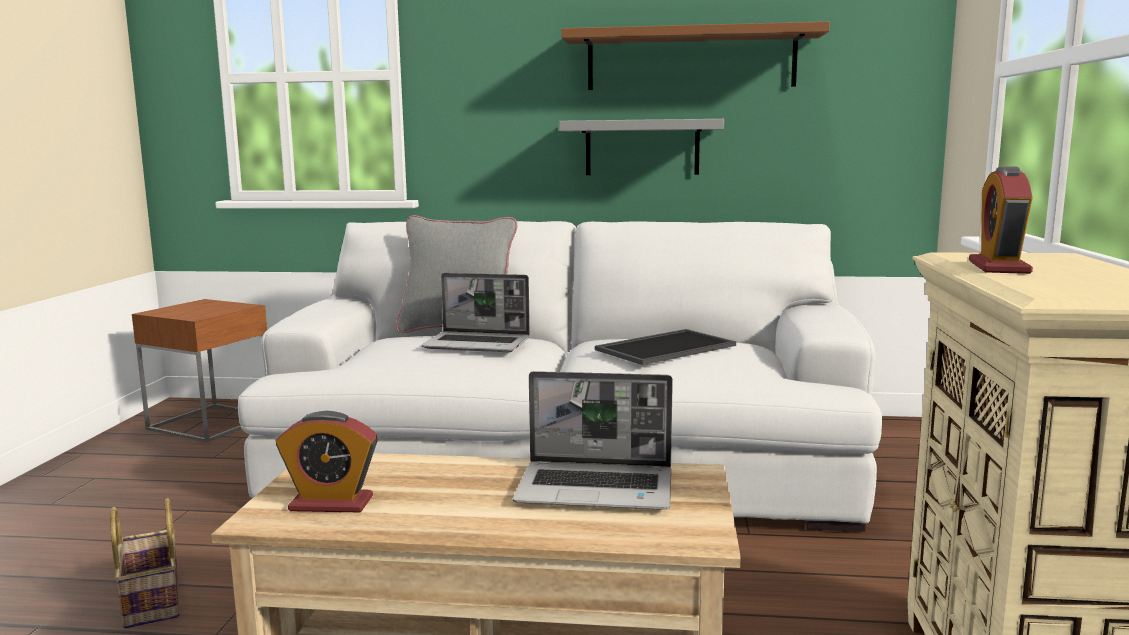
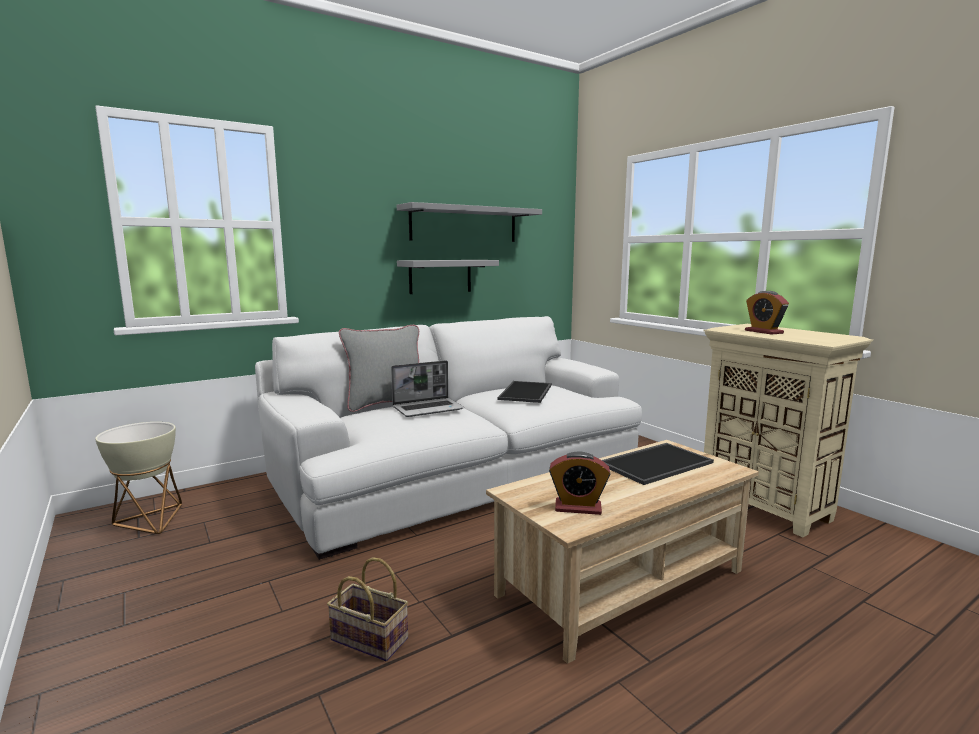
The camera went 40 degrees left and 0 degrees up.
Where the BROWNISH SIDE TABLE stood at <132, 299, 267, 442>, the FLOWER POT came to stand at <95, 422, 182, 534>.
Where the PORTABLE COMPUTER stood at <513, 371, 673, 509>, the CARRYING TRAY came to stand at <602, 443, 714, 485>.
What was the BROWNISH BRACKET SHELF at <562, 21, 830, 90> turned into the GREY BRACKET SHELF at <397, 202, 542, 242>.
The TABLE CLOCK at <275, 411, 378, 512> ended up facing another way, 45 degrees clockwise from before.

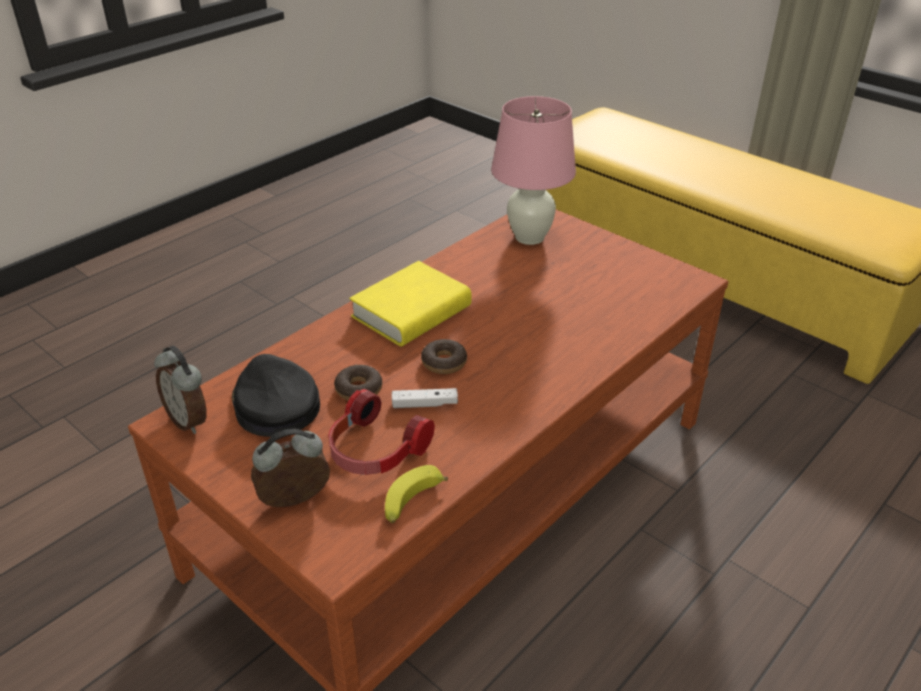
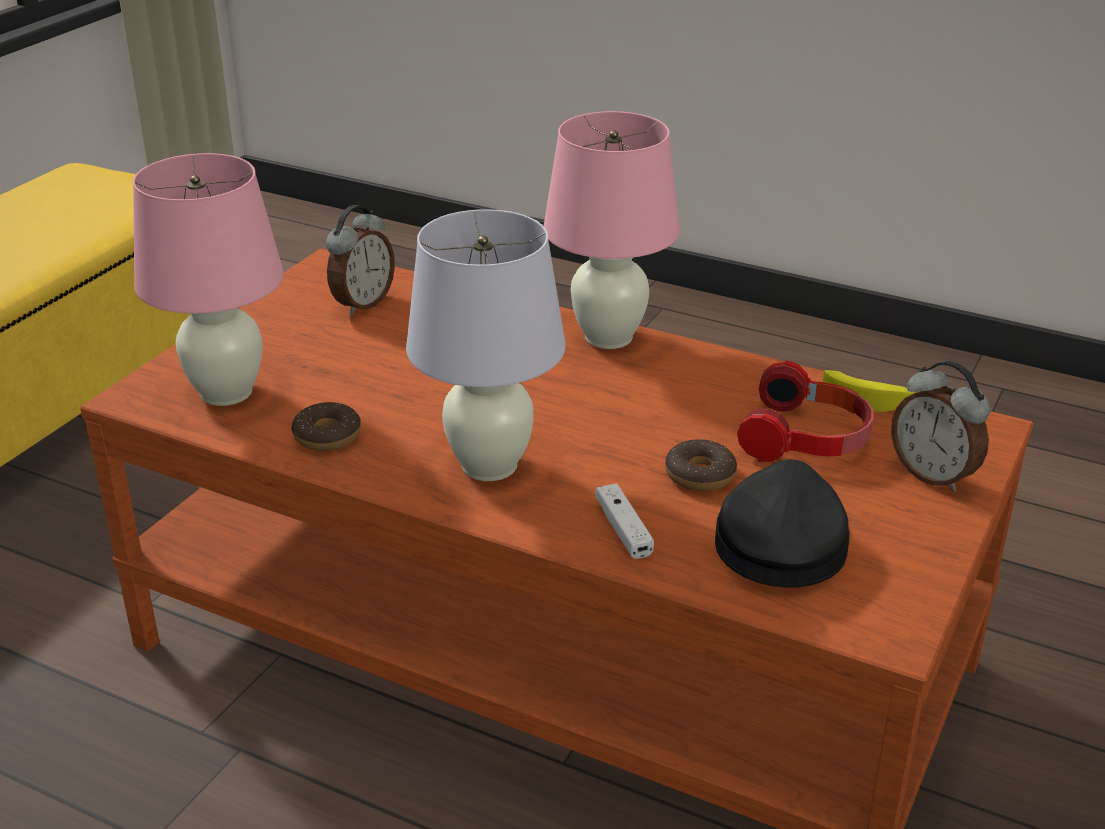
The camera went 105 degrees left and 5 degrees down.
The second view gained the PINK-COLOURED LAMP FOR A TABLE at <544, 111, 680, 349>.
The TABLE CLOCK ended up elsewhere, having gone from <154, 346, 207, 434> to <326, 205, 395, 315>.
The WHITE-COLOURED GAME CONTROLLER ended up elsewhere, having gone from <392, 388, 458, 408> to <595, 483, 654, 559>.
The DOUGHNUT ended up elsewhere, having gone from <421, 339, 467, 374> to <291, 402, 361, 451>.
Where the YELLOWISH BOUND BOOK stood at <349, 261, 472, 346>, the WHITE-COLOURED LAMP FOR A TABLE came to stand at <406, 209, 566, 481>.
The BLACKISH PEAKED CAP at <232, 354, 320, 437> ended up facing another way, 150 degrees clockwise from before.

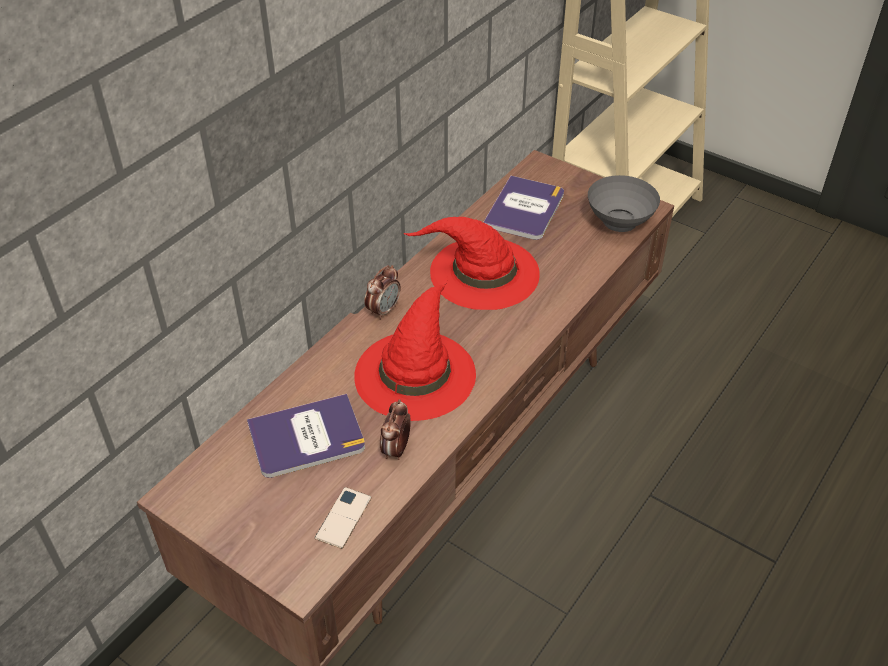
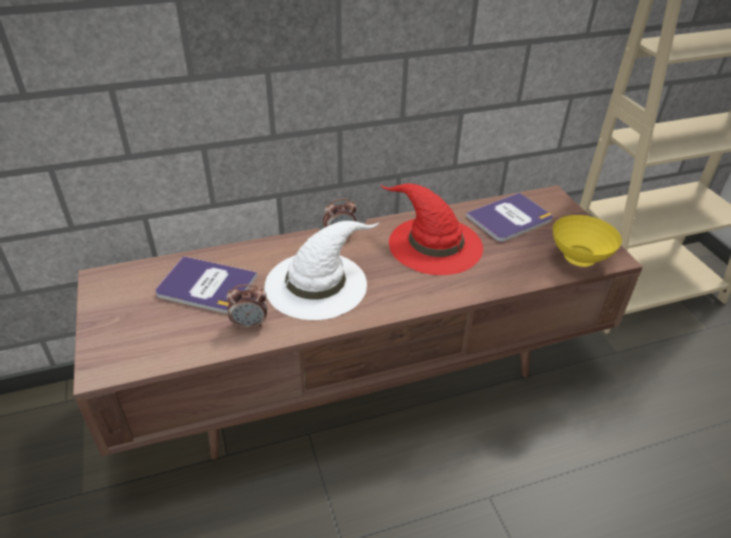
The camera went 35 degrees right and 5 degrees down.
The second view lost the HANDSET at <315, 487, 371, 549>.
What was the REDDISH CLOTHING HAT at <354, 276, 476, 421> turned into the WHITE-COLOURED CLOTHING HAT at <264, 221, 380, 320>.
What was the GREY SERVING BOWL at <588, 175, 660, 232> turned into the YELLOWISH SERVING BOWL at <553, 215, 622, 267>.
The TABLE CLOCK at <380, 399, 411, 460> ended up facing another way, 150 degrees counterclockwise from before.

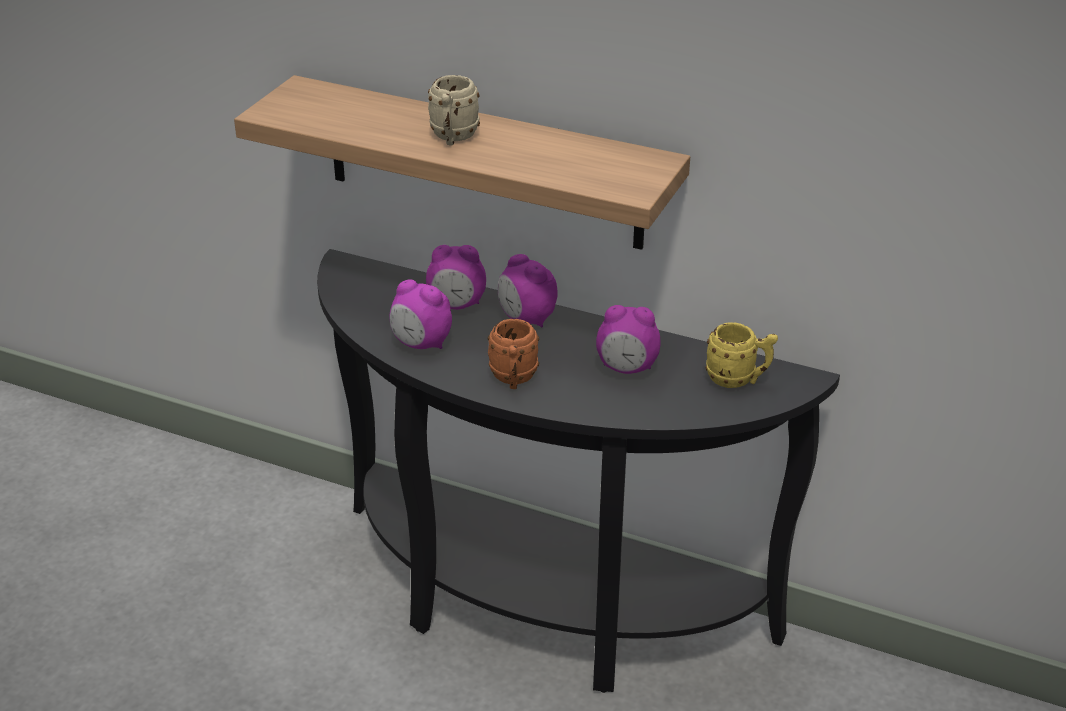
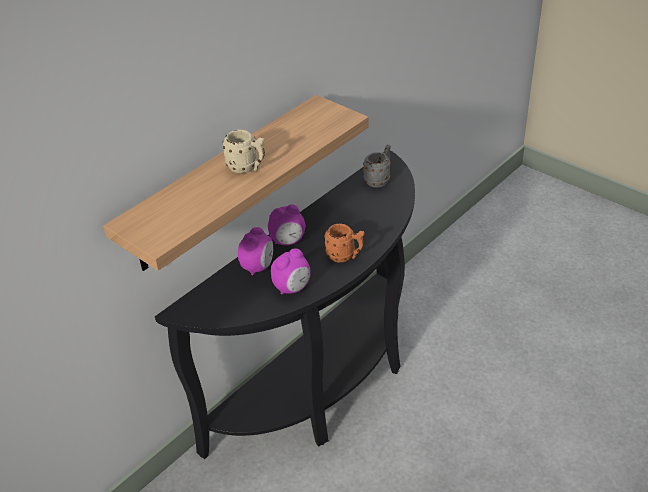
The camera went 70 degrees left and 5 degrees up.
The second view lost the TABLE CLOCK at <596, 305, 661, 374>.
What was the YELLOWISH MUG at <706, 322, 778, 388> turned into the GREY MUG at <363, 145, 391, 188>.

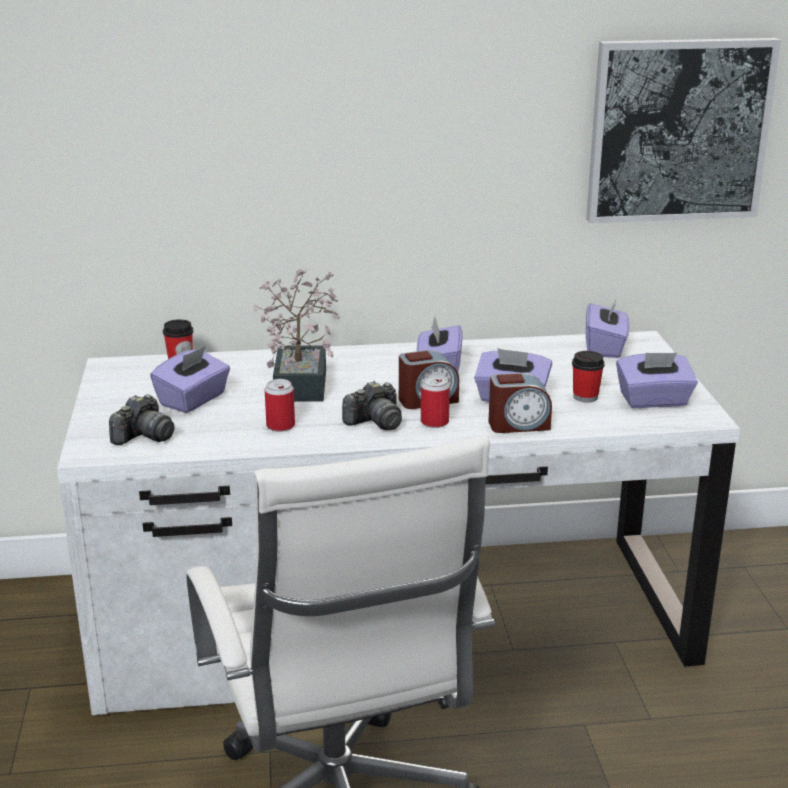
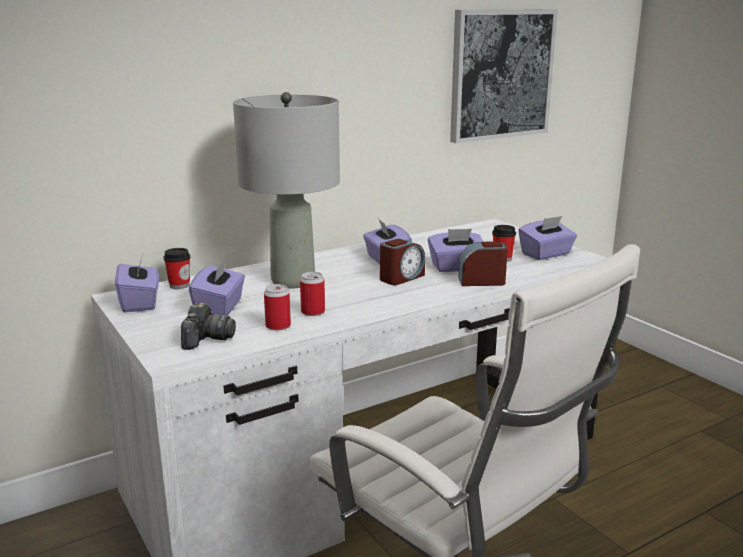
The camera went 25 degrees left and 5 degrees down.
The second view lost the PHOTO CAMERA at <342, 381, 402, 430>.
The METAL CAN ended up elsewhere, having gone from <421, 375, 450, 428> to <264, 284, 291, 331>.
The PURPLE TISSUE BOX ended up elsewhere, having gone from <586, 300, 630, 358> to <115, 255, 159, 312>.
Where the POTTED PLANT stood at <253, 269, 340, 402>, the GREY LAMP FOR A TABLE came to stand at <233, 92, 340, 289>.
The TABLE CLOCK at <489, 373, 552, 433> ended up facing another way, 150 degrees counterclockwise from before.

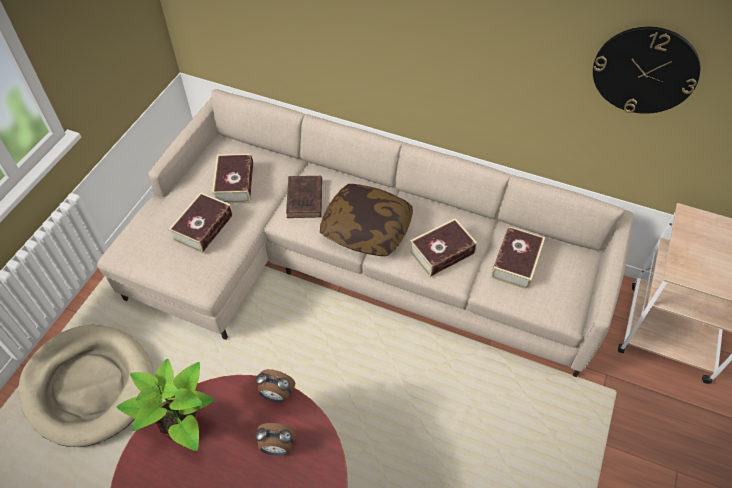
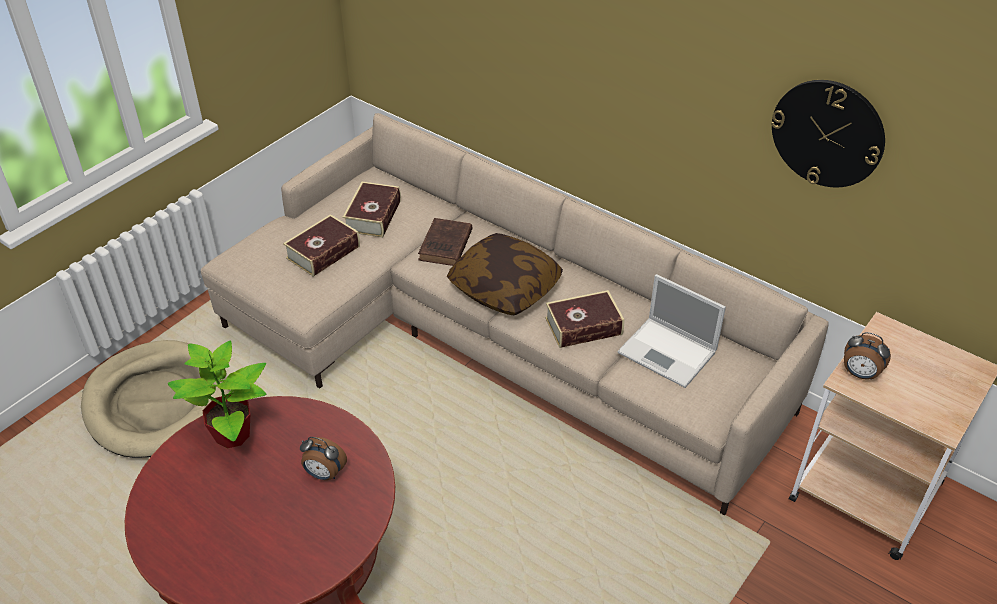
The camera went 15 degrees right and 10 degrees down.
The TABLE CLOCK ended up elsewhere, having gone from <256, 369, 295, 402> to <844, 332, 891, 380>.
Where the BOUND BOOK stood at <491, 226, 545, 290>, the PORTABLE COMPUTER came to stand at <617, 274, 726, 388>.

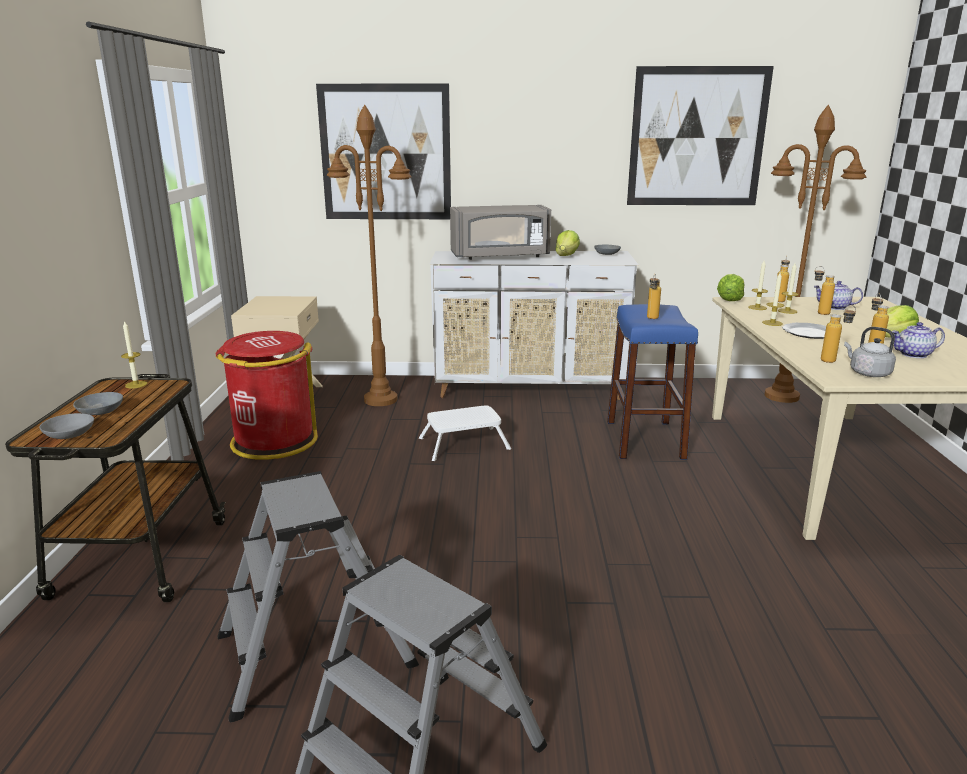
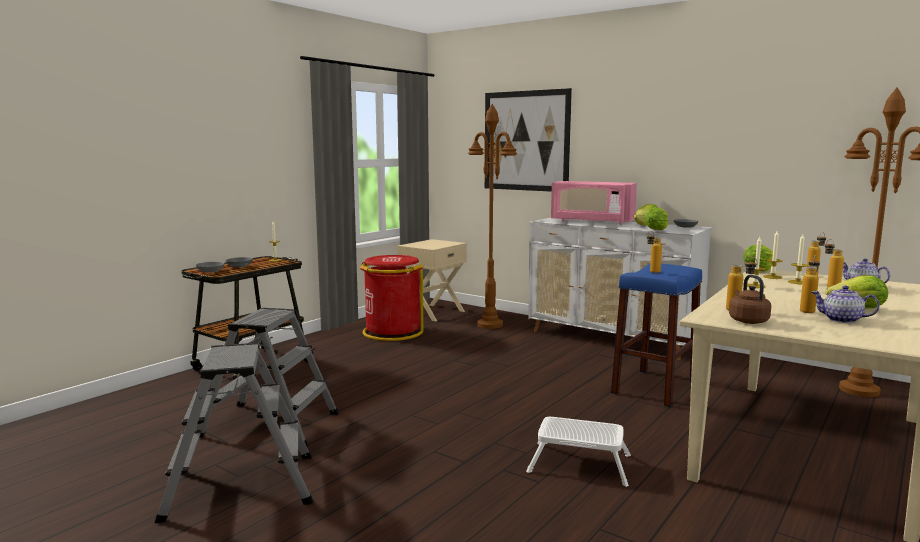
The camera went 35 degrees right and 10 degrees down.
The second view lost the WALL ART at <627, 66, 774, 205>.
The second view lost the FLAT DISH at <782, 323, 826, 339>.
The second view gained the LETTUCE HEAD at <644, 208, 668, 230>.
The WHITE-COLOURED STEP STOOL ended up elsewhere, having gone from <419, 406, 511, 461> to <526, 417, 631, 487>.
What was the GREY MICROWAVE at <450, 205, 551, 260> turned into the PINK-COLOURED MICROWAVE at <551, 181, 637, 225>.
What was the GREY WATER KETTLE at <844, 327, 896, 377> turned into the BROWNISH WATER KETTLE at <729, 274, 771, 324>.

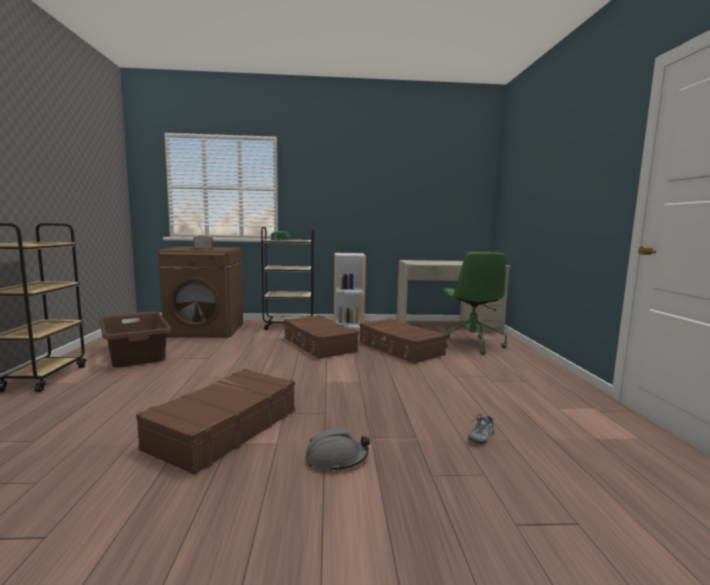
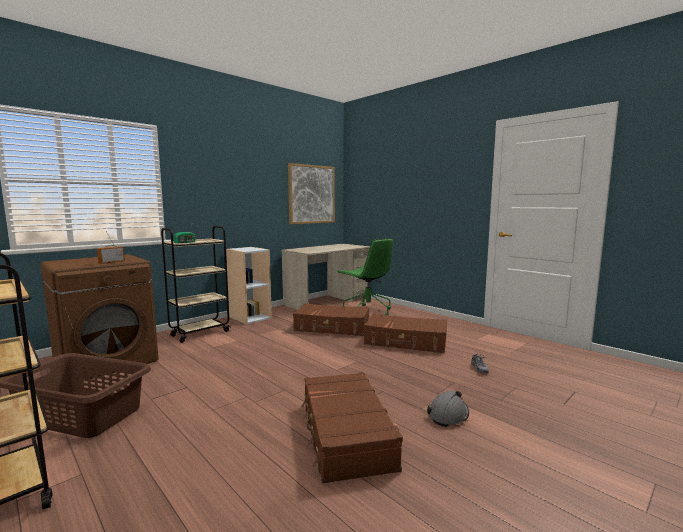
The camera went 40 degrees left and 0 degrees up.
The second view gained the WALL ART at <288, 163, 335, 224>.
The BROWNISH SUITCASE ended up elsewhere, having gone from <284, 315, 359, 359> to <364, 313, 447, 353>.

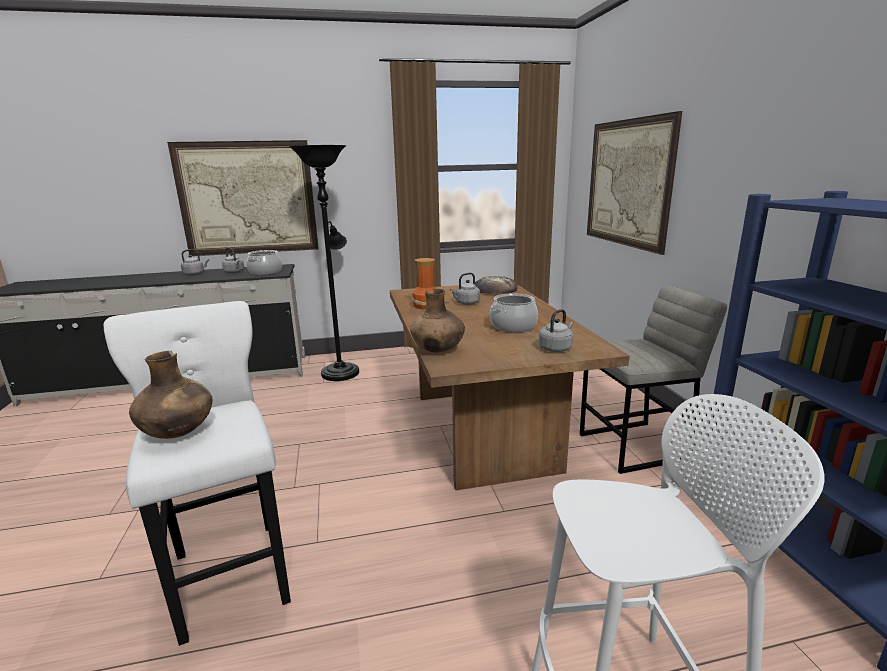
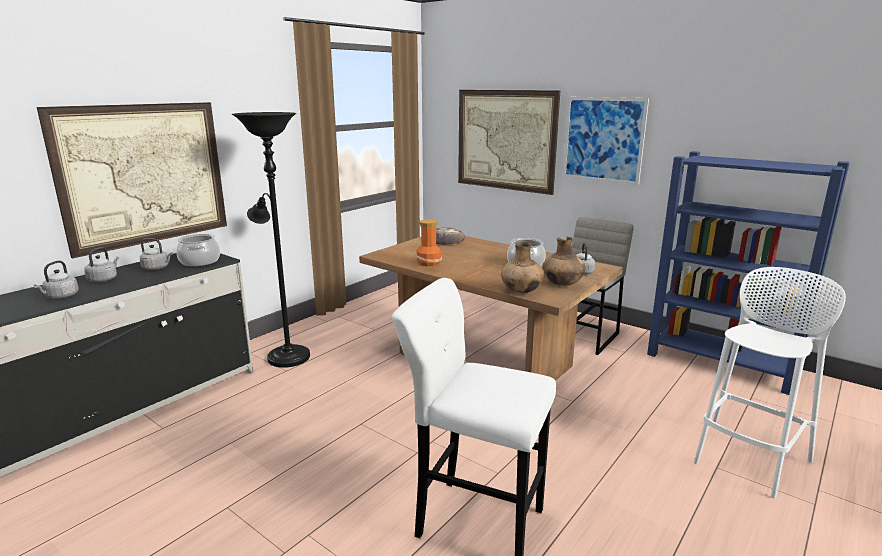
The camera went 40 degrees left and 0 degrees up.
The second view gained the WALL ART at <563, 97, 649, 185>.
The BROWNISH DECORATIVE VASE ended up elsewhere, having gone from <129, 351, 213, 439> to <542, 237, 586, 286>.
The GREY WATER KETTLE ended up elsewhere, having gone from <450, 273, 480, 305> to <34, 261, 79, 299>.

